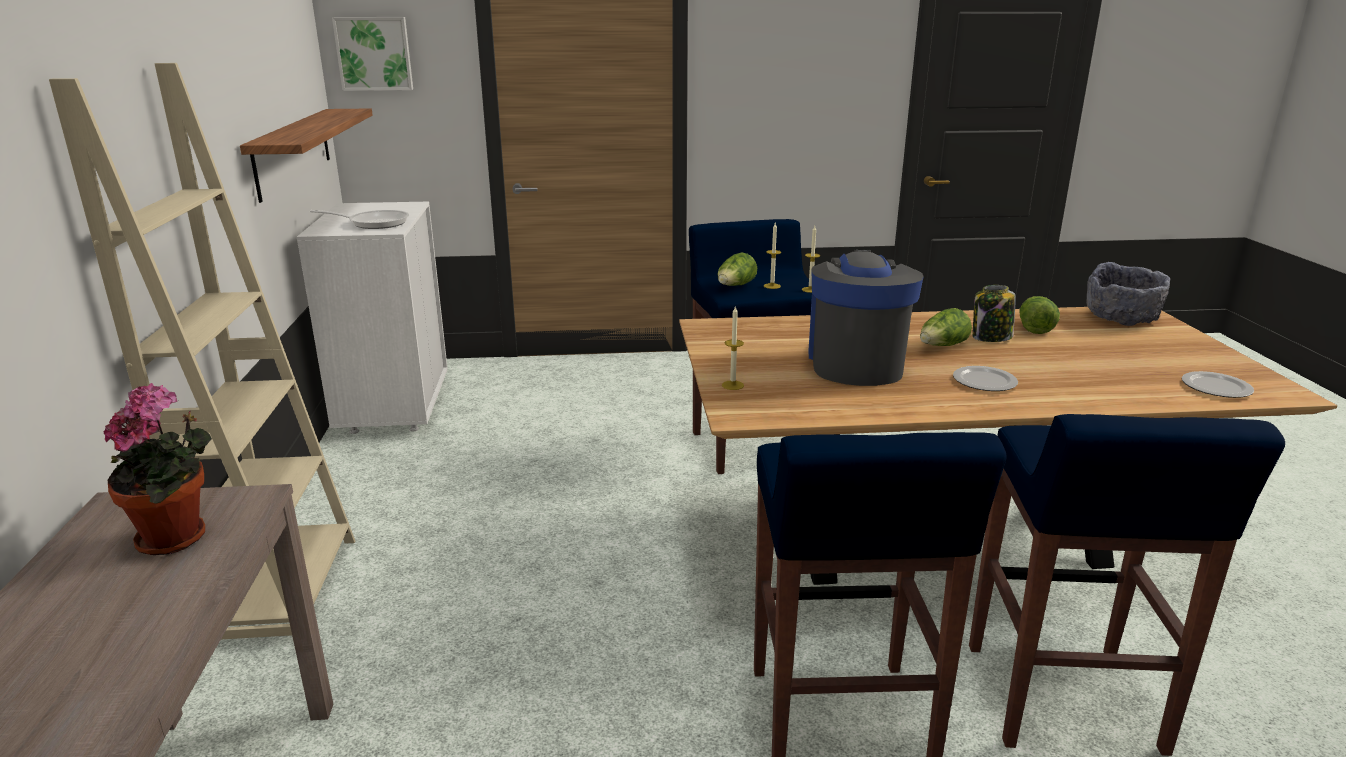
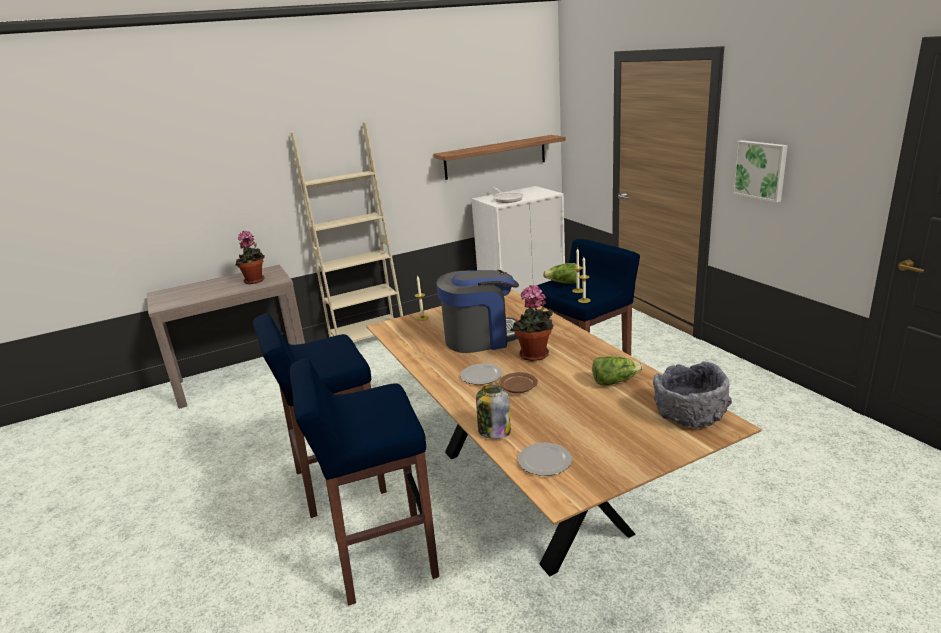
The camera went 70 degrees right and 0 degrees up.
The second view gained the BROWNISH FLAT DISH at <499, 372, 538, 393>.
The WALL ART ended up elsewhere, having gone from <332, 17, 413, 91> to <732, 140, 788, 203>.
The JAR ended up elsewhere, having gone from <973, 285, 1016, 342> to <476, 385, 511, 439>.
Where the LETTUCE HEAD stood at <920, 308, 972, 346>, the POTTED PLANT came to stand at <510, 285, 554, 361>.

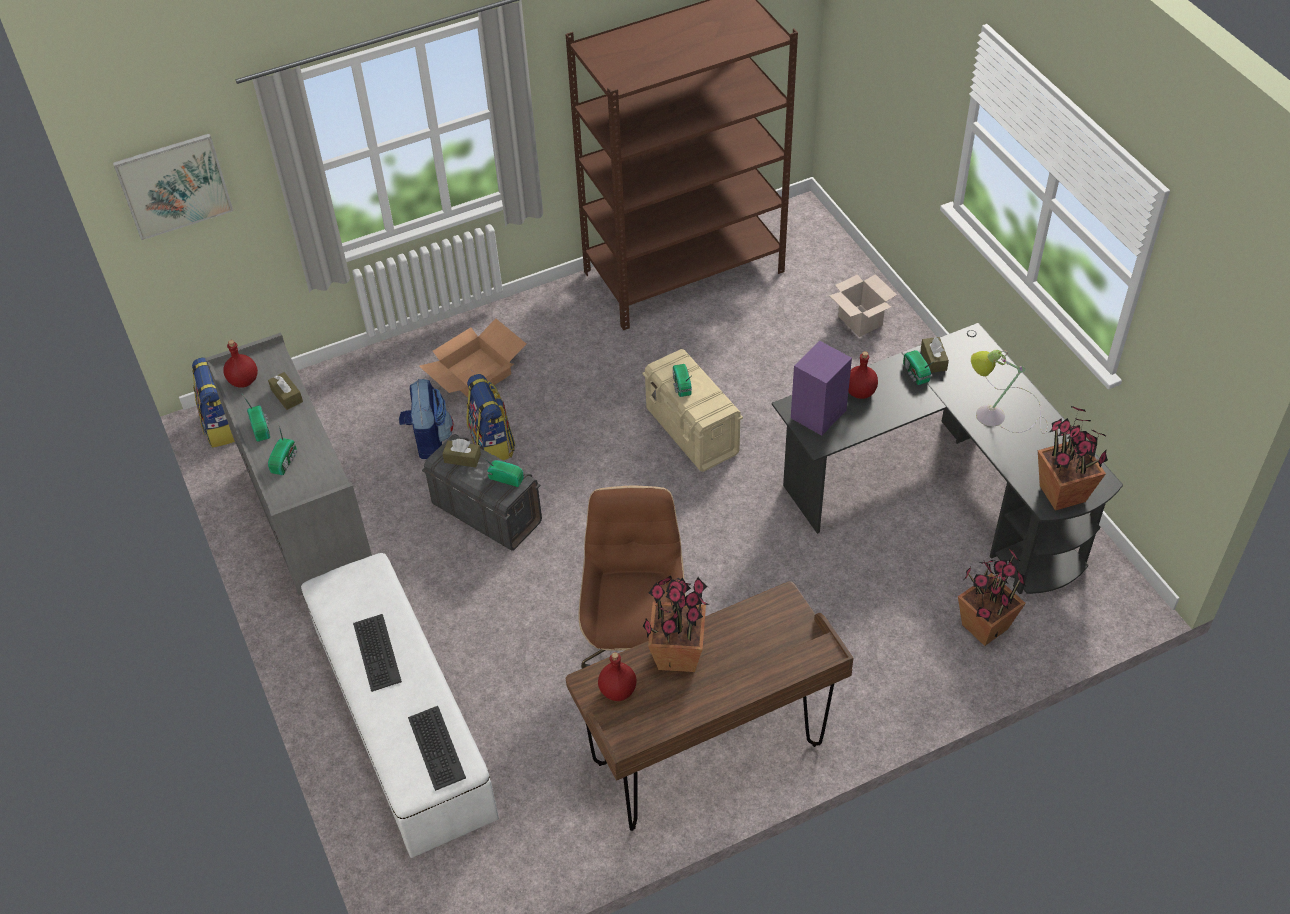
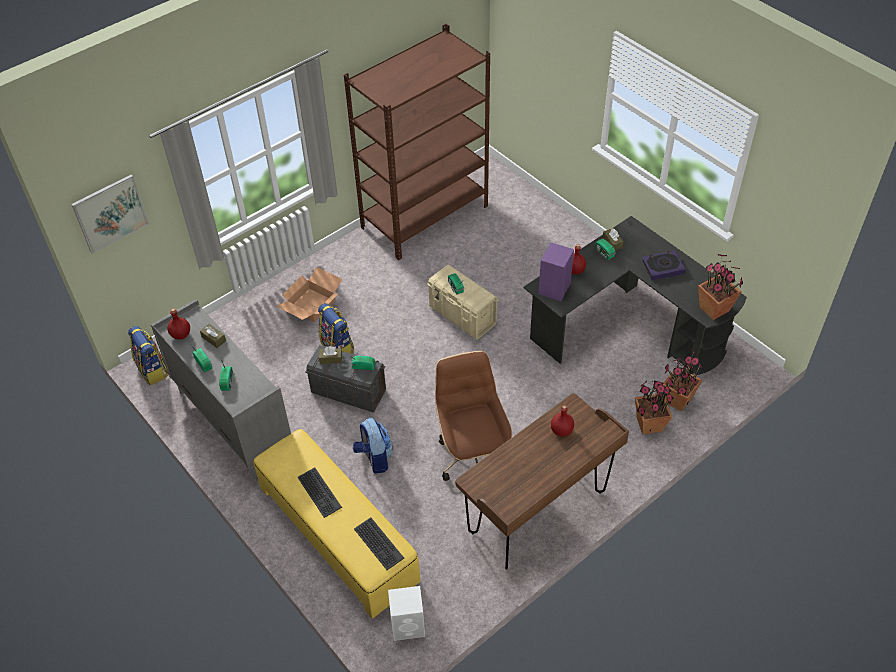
The camera went 15 degrees left and 0 degrees up.
The second view lost the PACKING BOX at <829, 274, 897, 337>.
The second view gained the WHITE-COLOURED AUDIO SPEAKER at <388, 586, 425, 641>.
The KNAPSACK ended up elsewhere, having gone from <399, 379, 453, 459> to <353, 418, 393, 474>.
The REDDISH DRINK BOTTLE ended up elsewhere, having gone from <598, 652, 637, 701> to <551, 405, 574, 437>.
The POTTED PLANT ended up elsewhere, having gone from <643, 576, 710, 672> to <635, 378, 674, 435>.
Where the LAMP FOR A TABLE stood at <971, 350, 1048, 434>, the BOUND BOOK came to stand at <641, 251, 686, 280>.
What was the WHITE-COLOURED INDOOR BENCH at <301, 553, 499, 858> turned into the YELLOWISH INDOOR BENCH at <253, 429, 420, 618>.

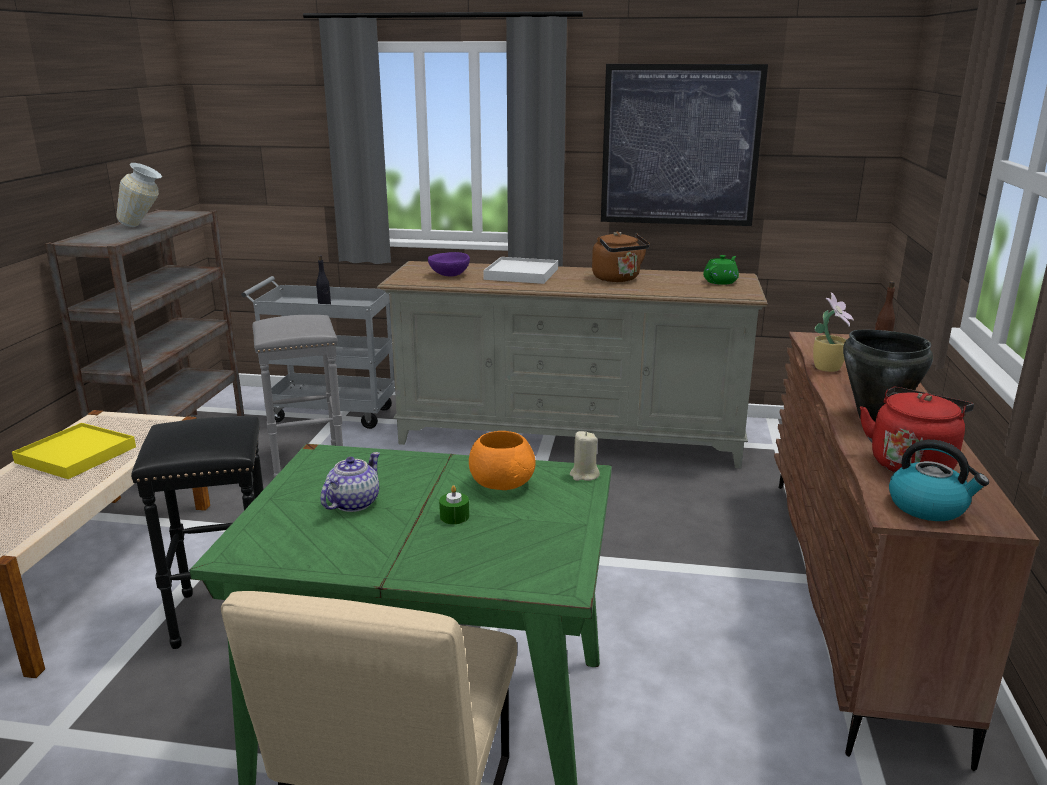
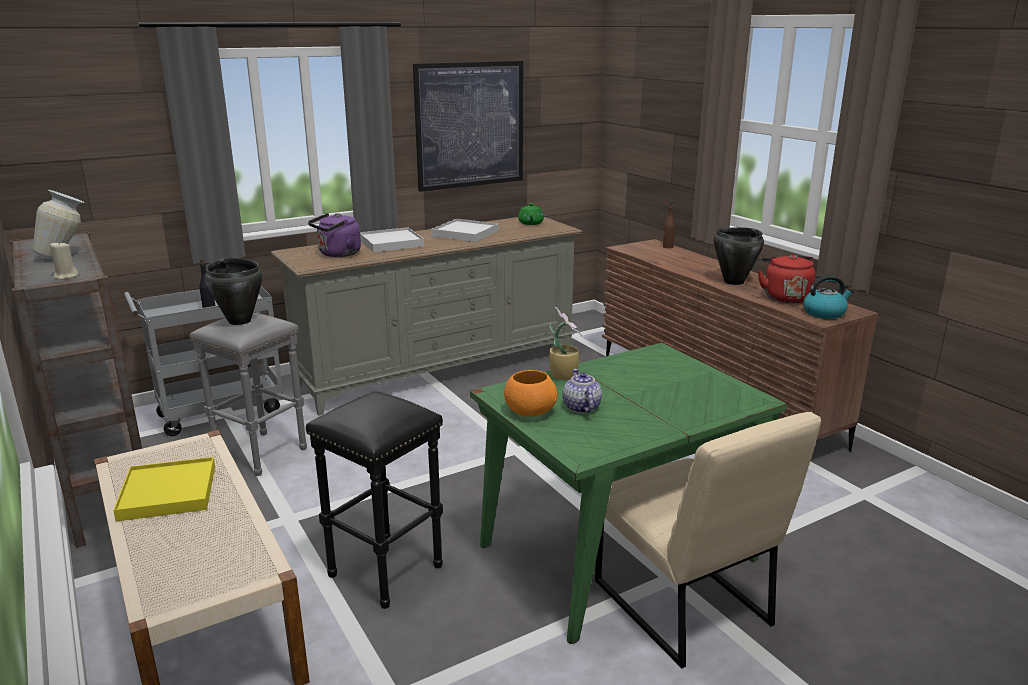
The camera went 40 degrees left and 0 degrees up.
The second view lost the GREEN-COLOURED WAX LIGHT at <439, 485, 469, 524>.
The second view gained the BLACKISH SAUCEPOT at <205, 258, 262, 325>.
The ORANGE-COLOURED SERVING BOWL ended up elsewhere, having gone from <469, 431, 536, 490> to <504, 370, 557, 417>.
The BEIGE WAX LIGHT ended up elsewhere, having gone from <570, 431, 600, 481> to <50, 241, 79, 280>.
The POTTED PLANT ended up elsewhere, having gone from <813, 292, 854, 372> to <549, 307, 582, 380>.
Where the PURPLE SERVING BOWL stood at <428, 252, 470, 276>, the PURPLE WATER KETTLE came to stand at <308, 213, 361, 257>.
Where the BROWNISH WATER KETTLE stood at <592, 232, 650, 282>, the WHITE-COLOURED CARRYING TRAY came to stand at <431, 219, 499, 242>.

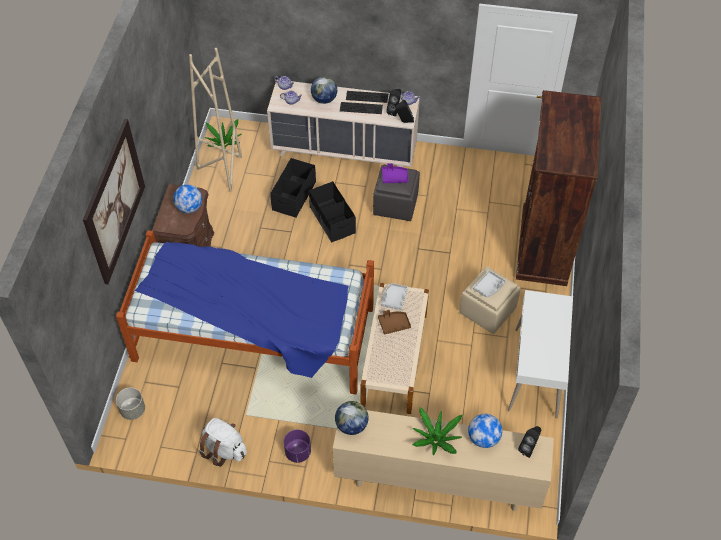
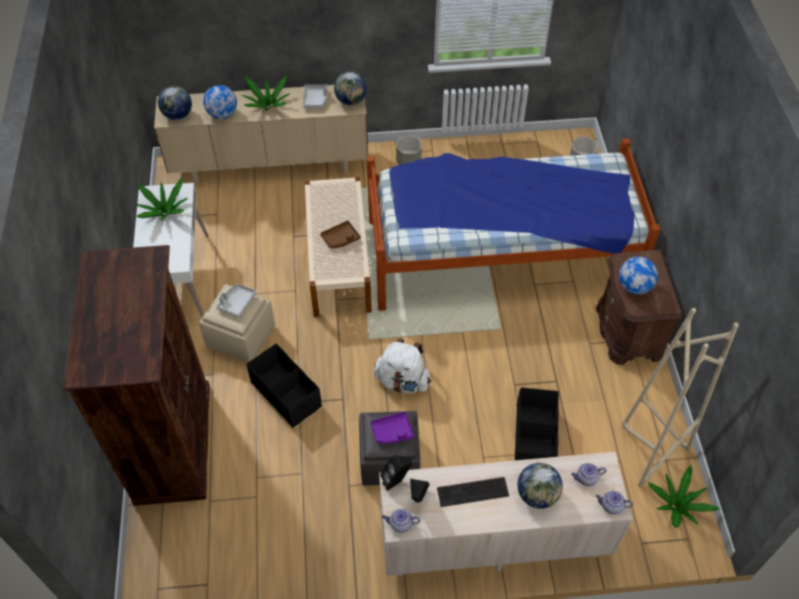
The camera went 165 degrees right and 0 degrees up.
The second view lost the WALL ART at <83, 119, 145, 285>.
The second view lost the COMPUTER KEYBOARD at <346, 91, 388, 103>.
The second view gained the POTTED PLANT at <135, 177, 188, 221>.
The WHITE-COLOURED KNAPSACK ended up elsewhere, having gone from <199, 418, 247, 467> to <374, 339, 431, 393>.
The BLACKISH STORAGE CONTAINER ended up elsewhere, having gone from <309, 181, 356, 243> to <247, 343, 322, 428>.
The GREY CARRYING TRAY ended up elsewhere, having gone from <381, 283, 408, 310> to <303, 84, 328, 108>.
Where the BLACKISH AUDIO SPEAKER stood at <518, 426, 541, 458>, the DESK GLOBE came to stand at <158, 86, 192, 120>.
What was the PURPLE FLOWER POT at <284, 430, 311, 463> turned into the GREY FLOWER POT at <396, 136, 422, 165>.

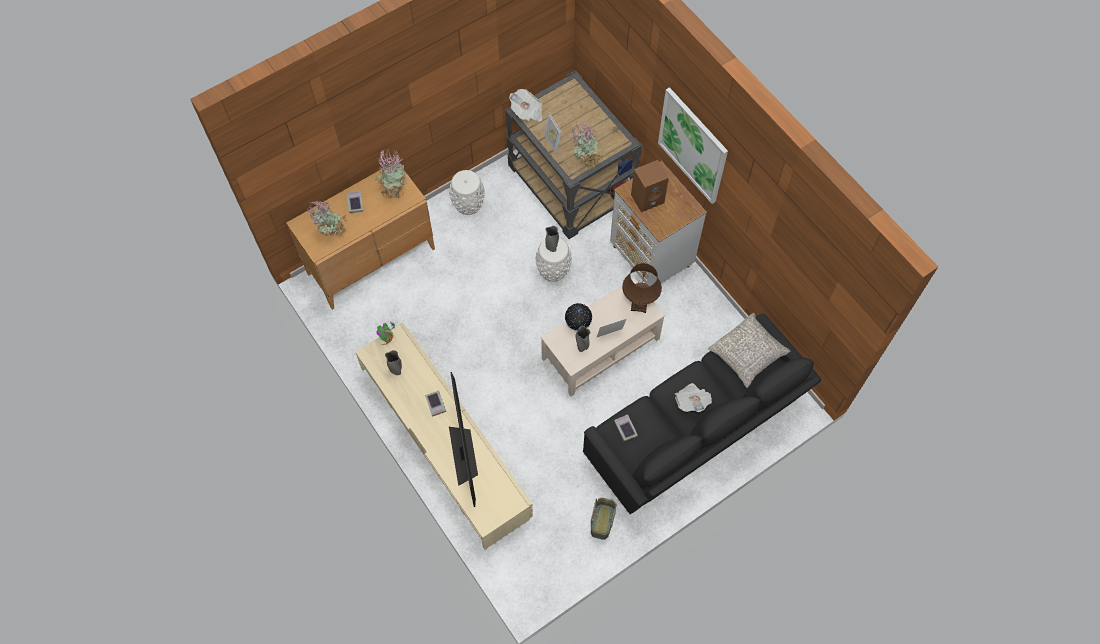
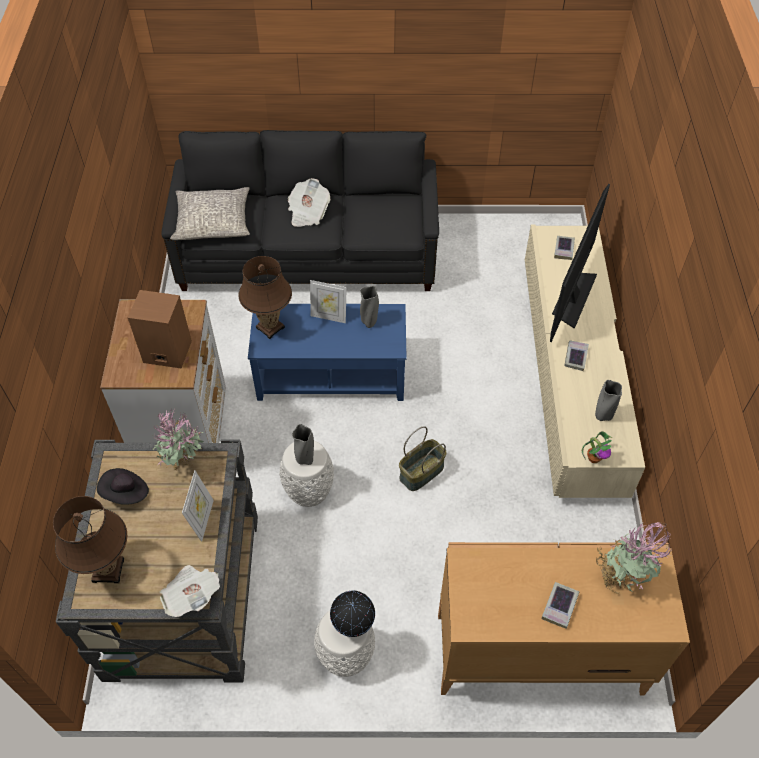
The camera went 145 degrees left and 10 degrees down.
The second view lost the POTTED PLANT at <375, 149, 408, 198>.
The second view lost the WALL ART at <658, 87, 728, 204>.
The second view gained the BROWNISH LAMP FOR A TABLE at <53, 496, 127, 583>.
The second view gained the BLACKISH CLOTHING HAT at <97, 468, 149, 505>.
The DESK GLOBE ended up elsewhere, having gone from <565, 303, 592, 330> to <330, 590, 375, 637>.
The HOUSEHOLD BASKET ended up elsewhere, having gone from <591, 498, 617, 540> to <399, 426, 447, 491>.
The BOUND BOOK ended up elsewhere, having gone from <614, 414, 638, 441> to <554, 236, 575, 260>.
What was the BEIGE COFFEE TABLE at <541, 278, 665, 397> turned into the BLUE COFFEE TABLE at <248, 304, 407, 401>.

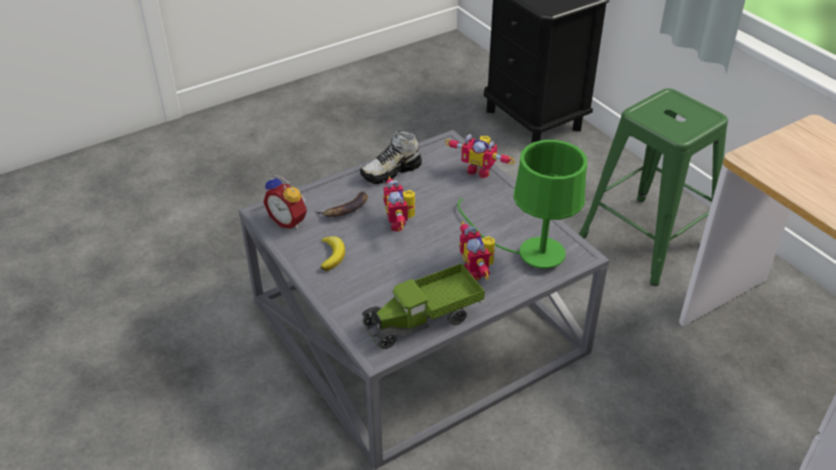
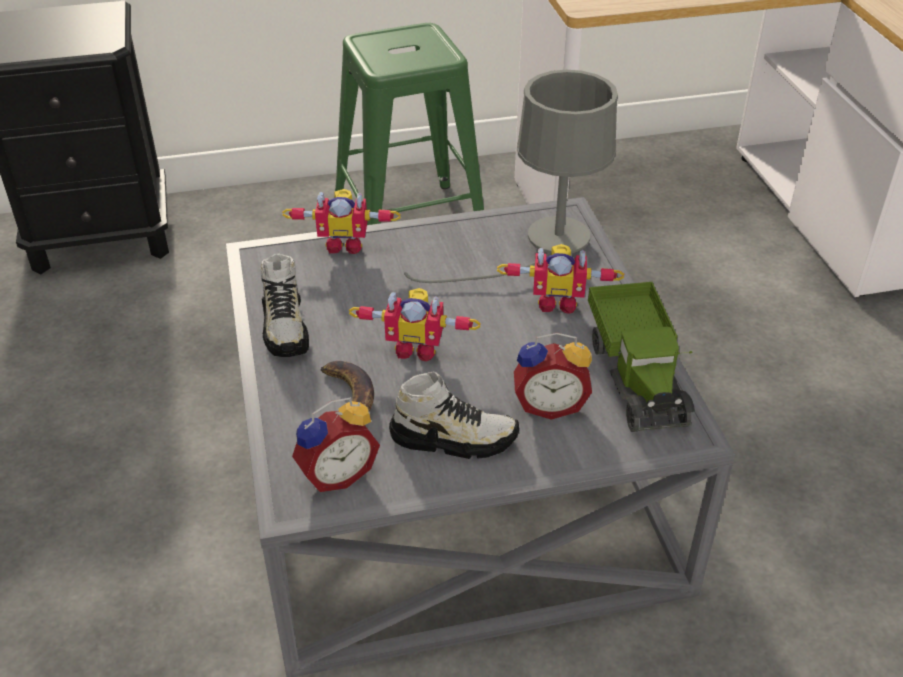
The camera went 70 degrees left and 0 degrees up.
The second view gained the TABLE CLOCK at <514, 333, 592, 420>.
Where the WHOLE BANANA stood at <321, 236, 345, 271>, the LOW SHOE came to stand at <389, 371, 519, 459>.
What was the GREEN-COLOURED LAMP FOR A TABLE at <457, 140, 587, 269> turned into the GREY LAMP FOR A TABLE at <404, 70, 618, 283>.
The ROBOT FIGURE at <445, 134, 515, 178> ended up facing another way, 45 degrees clockwise from before.

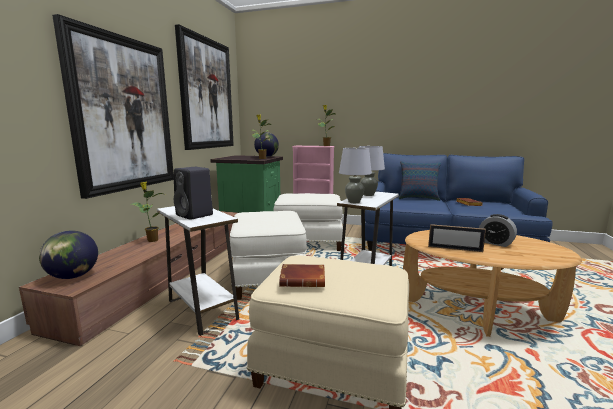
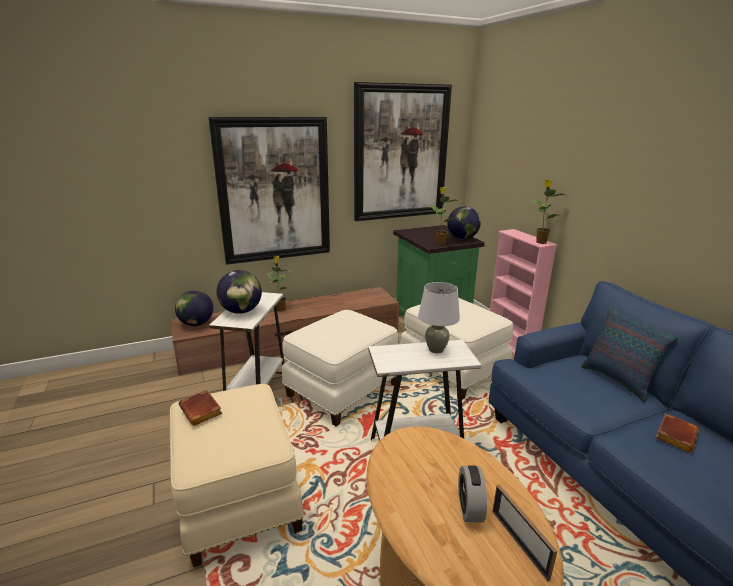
The camera went 50 degrees right and 10 degrees up.
The second view lost the GREY LAMP FOR A TABLE at <339, 148, 372, 203>.
The STANDING FRAME ended up elsewhere, having gone from <428, 224, 486, 252> to <492, 485, 557, 582>.
Where the BLACKISH AUDIO SPEAKER stood at <174, 167, 213, 220>, the DESK GLOBE came to stand at <216, 270, 262, 314>.

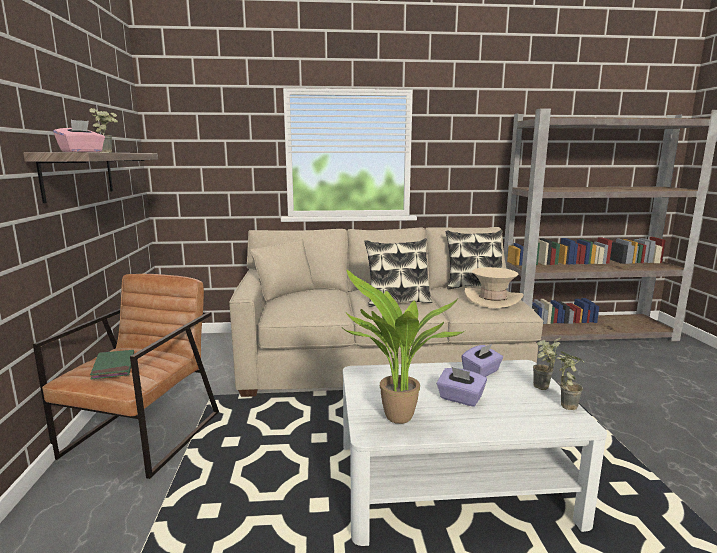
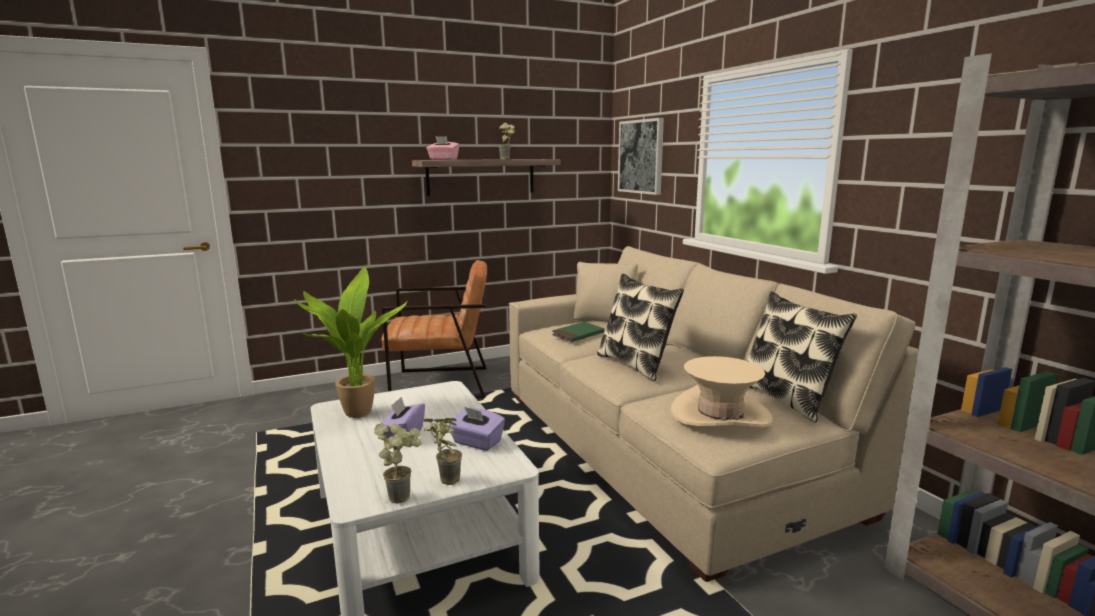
The camera went 70 degrees right and 0 degrees up.
The second view gained the WALL ART at <618, 118, 664, 195>.
The GREEN-COLOURED BOUND BOOK ended up elsewhere, having gone from <90, 350, 134, 380> to <552, 321, 605, 342>.

